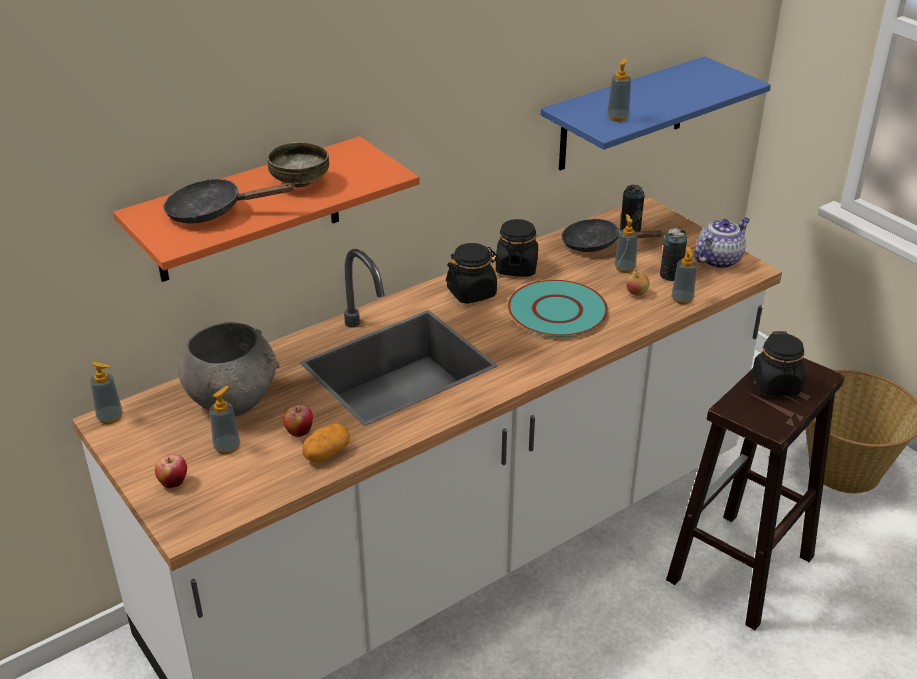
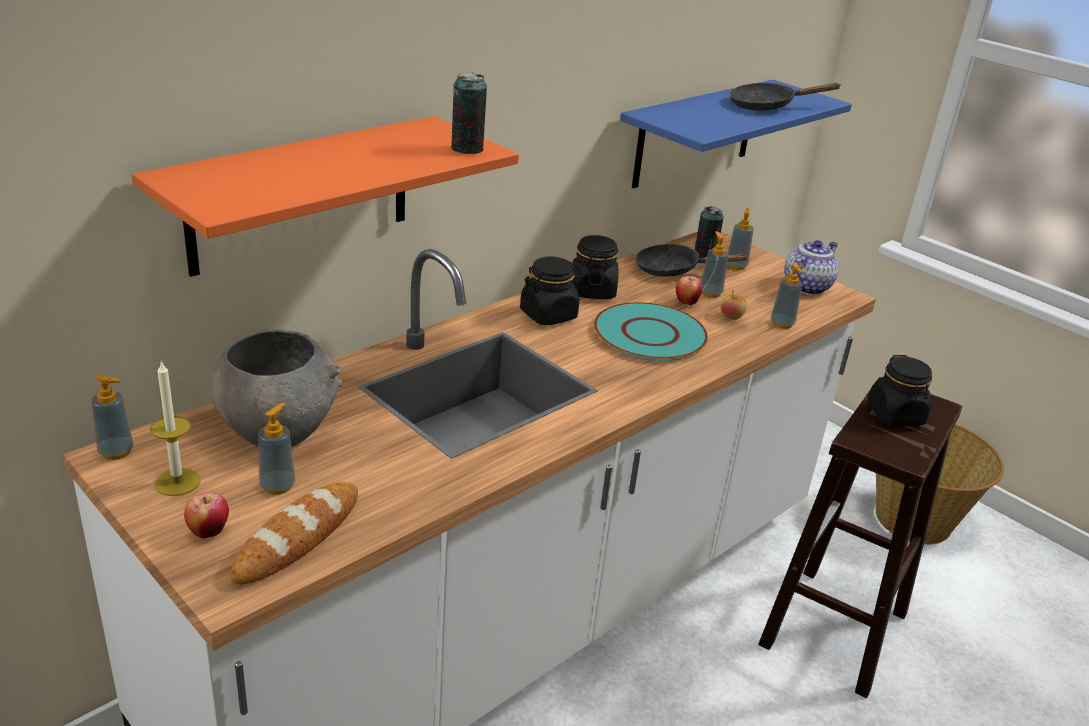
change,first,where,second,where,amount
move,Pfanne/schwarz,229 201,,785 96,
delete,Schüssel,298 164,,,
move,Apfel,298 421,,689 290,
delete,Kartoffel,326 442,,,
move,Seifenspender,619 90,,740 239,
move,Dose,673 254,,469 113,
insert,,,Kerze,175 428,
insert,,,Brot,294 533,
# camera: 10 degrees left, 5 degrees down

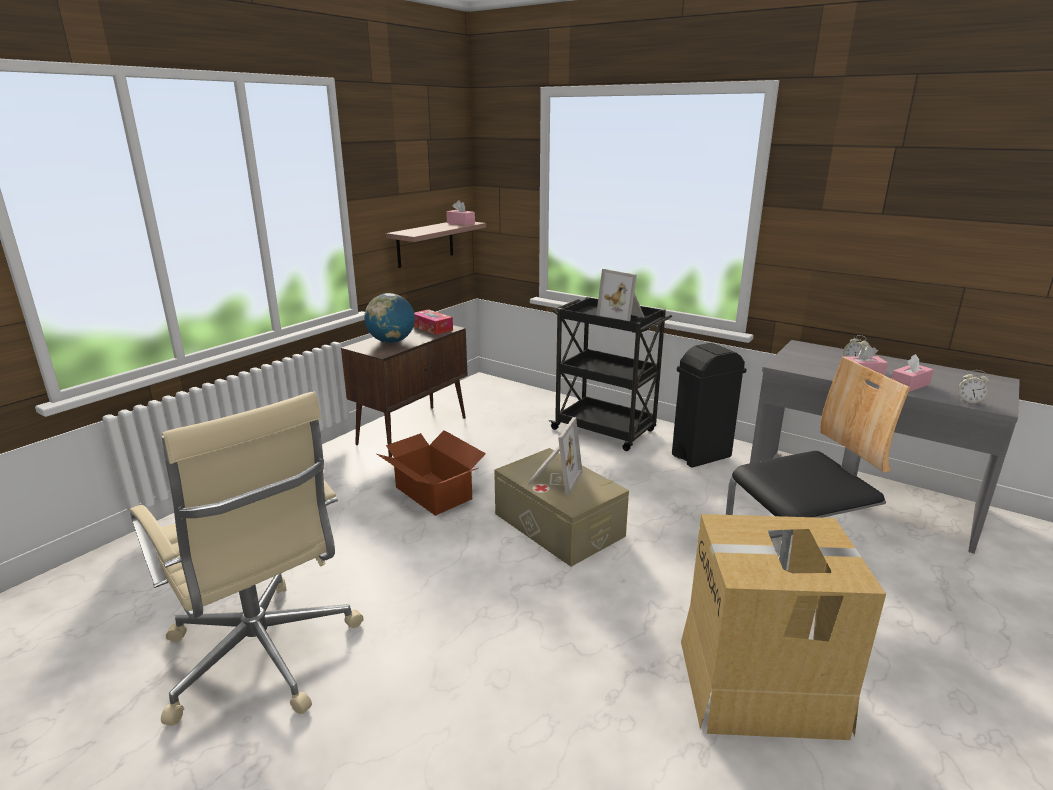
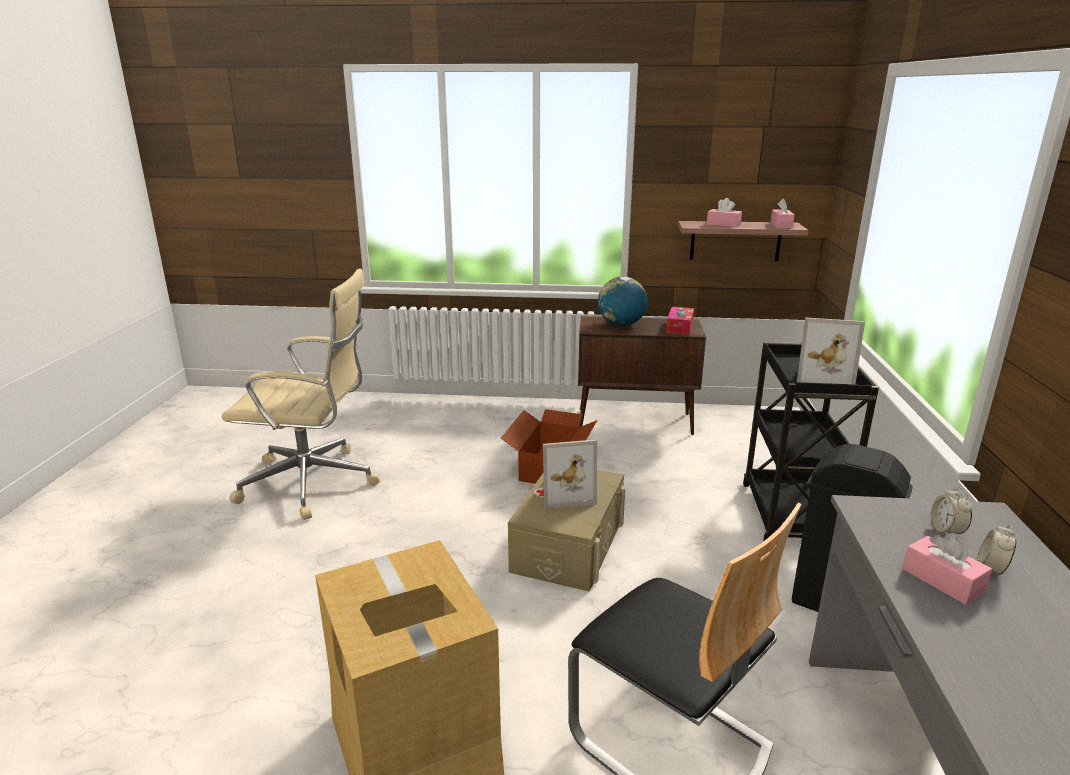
change,first,where,second,where,amount
rotate,Bürostuhl/beige,247 558,,300 394,105 degrees counterclockwise
rotate,Bilderrahmen,620 295,,831 350,90 degrees counterclockwise
move,Taschentuchbox/rosa,912 373,,724 212,
move,Wecker,974 387,,951 511,
# camera: 60 degrees right, 0 degrees up

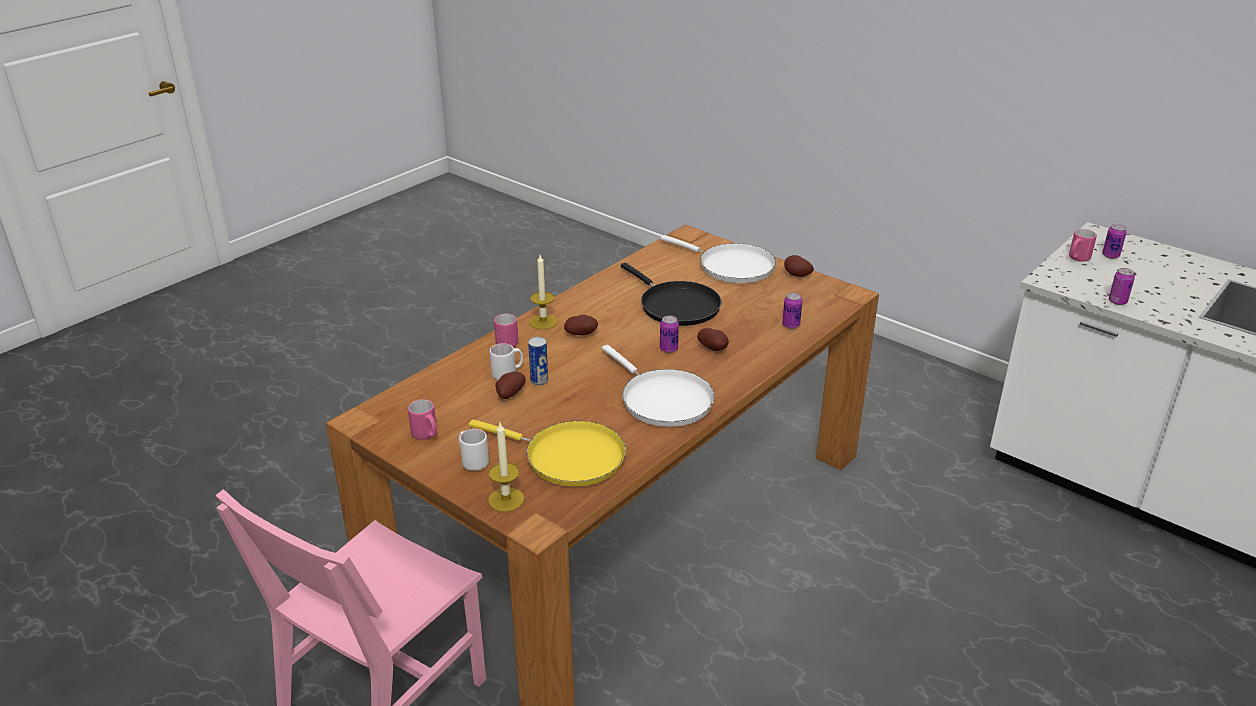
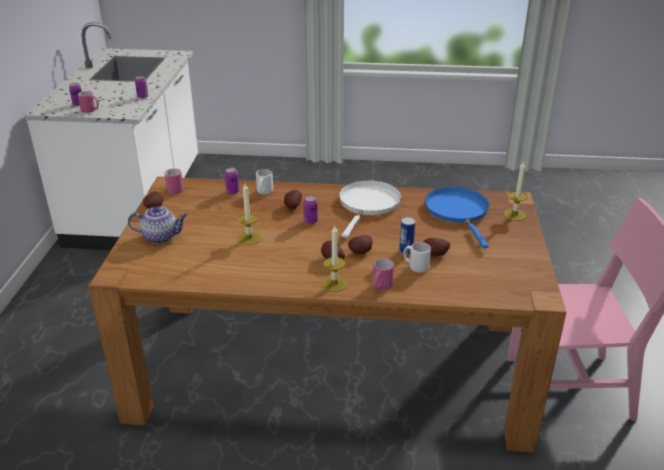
change,first,where,second,where,amount
move,Henkelbecher/rosa,422 419,,174 181,
move,Henkelbecher/weiß,474 450,,264 182,
recolor,Pfanne/gelb,547 453,Pfanne/blau,457 217,
replace,Pfanne/schwarz,671 294,Kerze,249 214,
replace,Pfanne/weiß,718 259,Teekanne,157 224,
insert,,,Kartoffel,360 245,
# camera: 125 degrees left, 0 degrees up

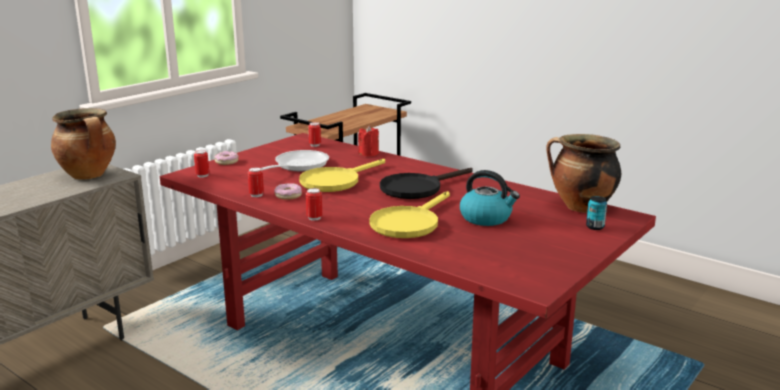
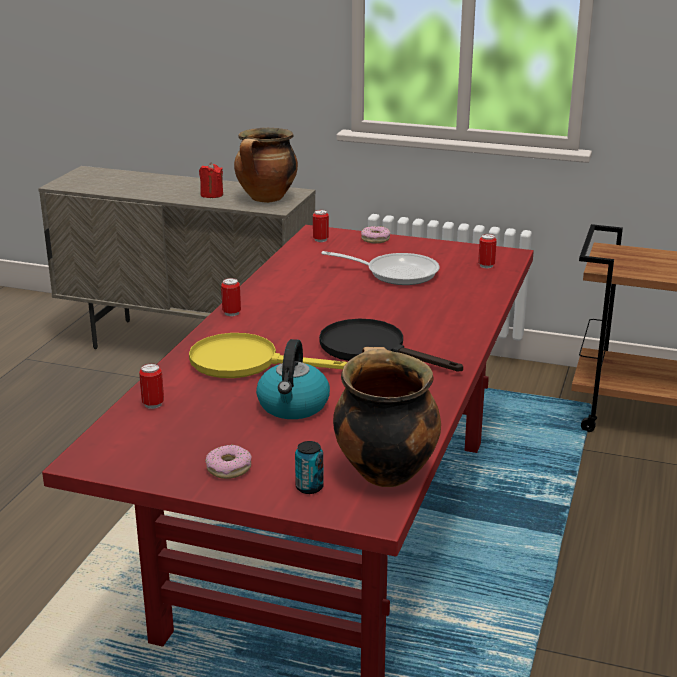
change,first,where,second,where,amount
move,Dose,256 182,,151 386,
move,Donut,288 191,,228 462,
delete,Pfanne/gelb,342 175,,,
move,Kerze/rot,368 141,,211 180,
# camera: 70 degrees right, 5 degrees up

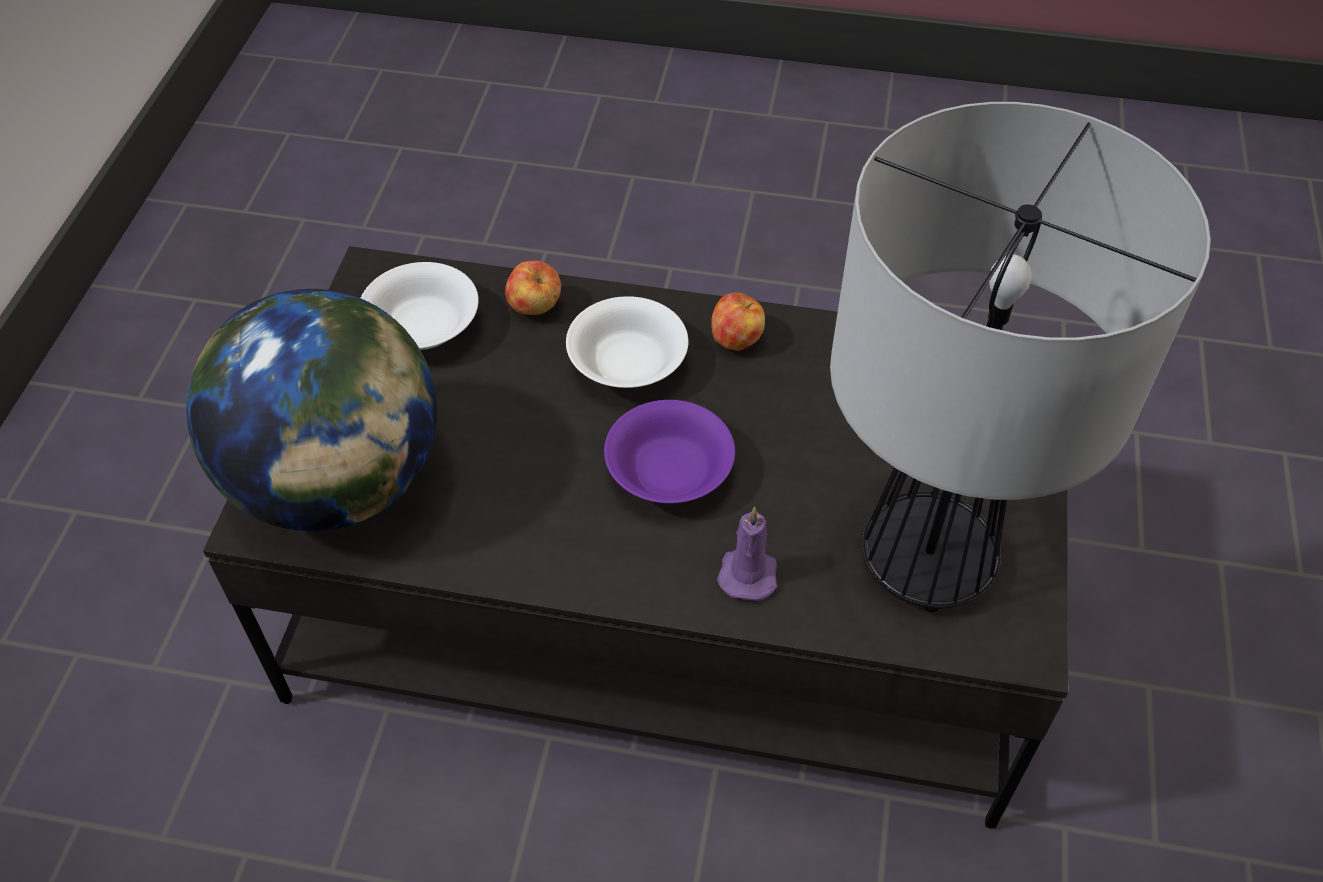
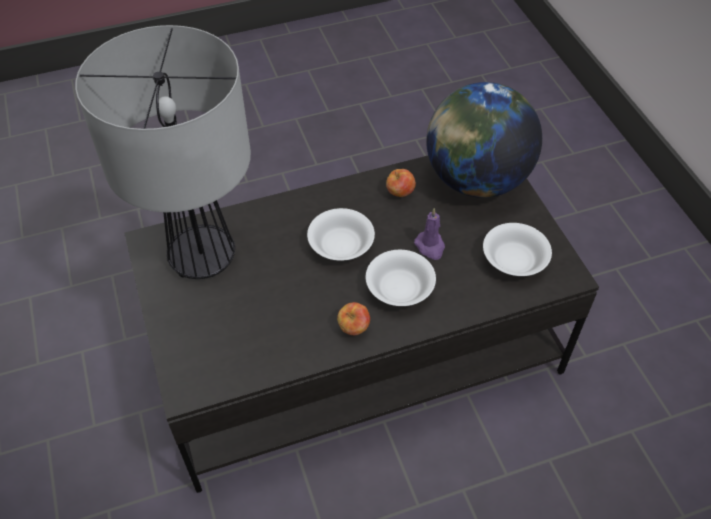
change,first,where,second,where,amount
move,Apfel,533 287,,401 183,
recolor,Schüssel/lila,669 452,Schüssel/weiß,341 234,
move,Kerze/lila,747 554,,429 234,
# camera: 150 degrees right, 0 degrees up

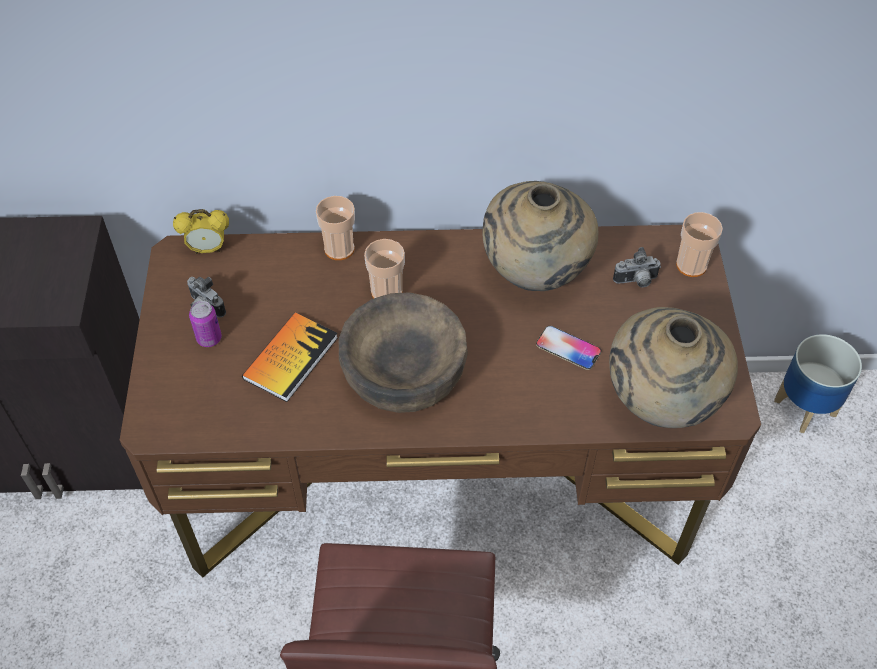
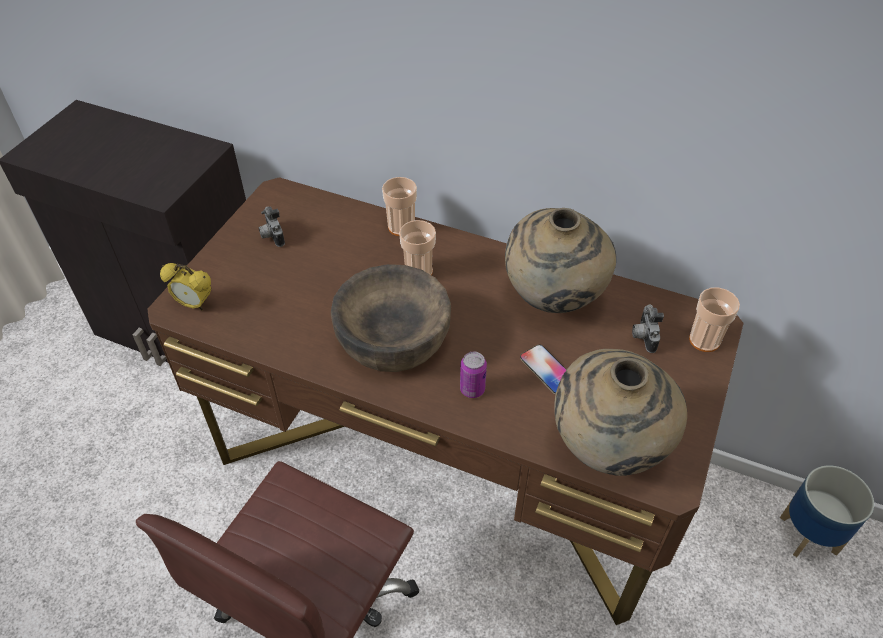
change,first,where,second,where,amount
move,Wecker,201 231,,185 287,
move,Dose,205 324,,473 375,
delete,Buch,290 357,,,
rotate,Kamera,637 267,,648 329,75 degrees clockwise
# camera: 25 degrees right, 5 degrees down

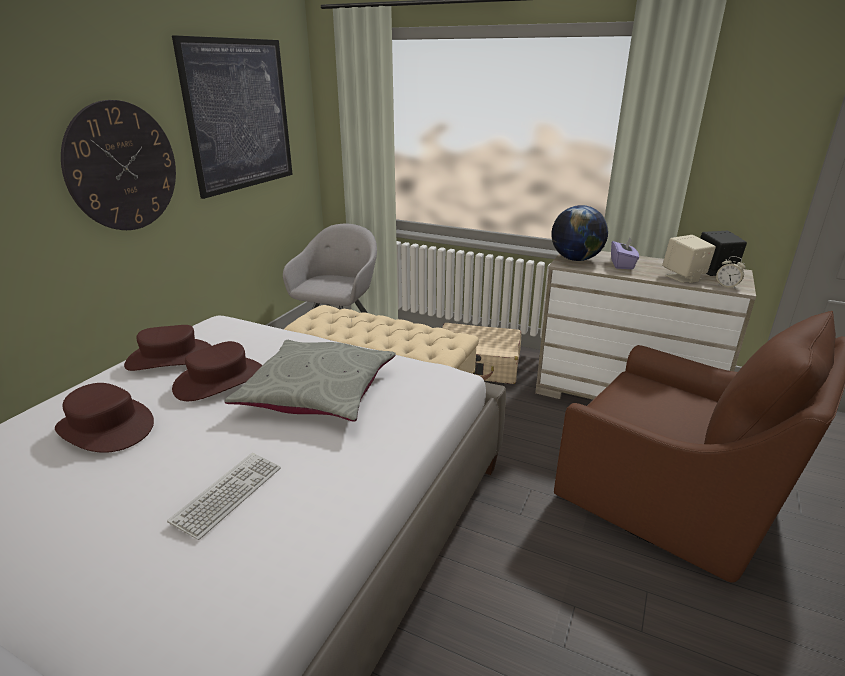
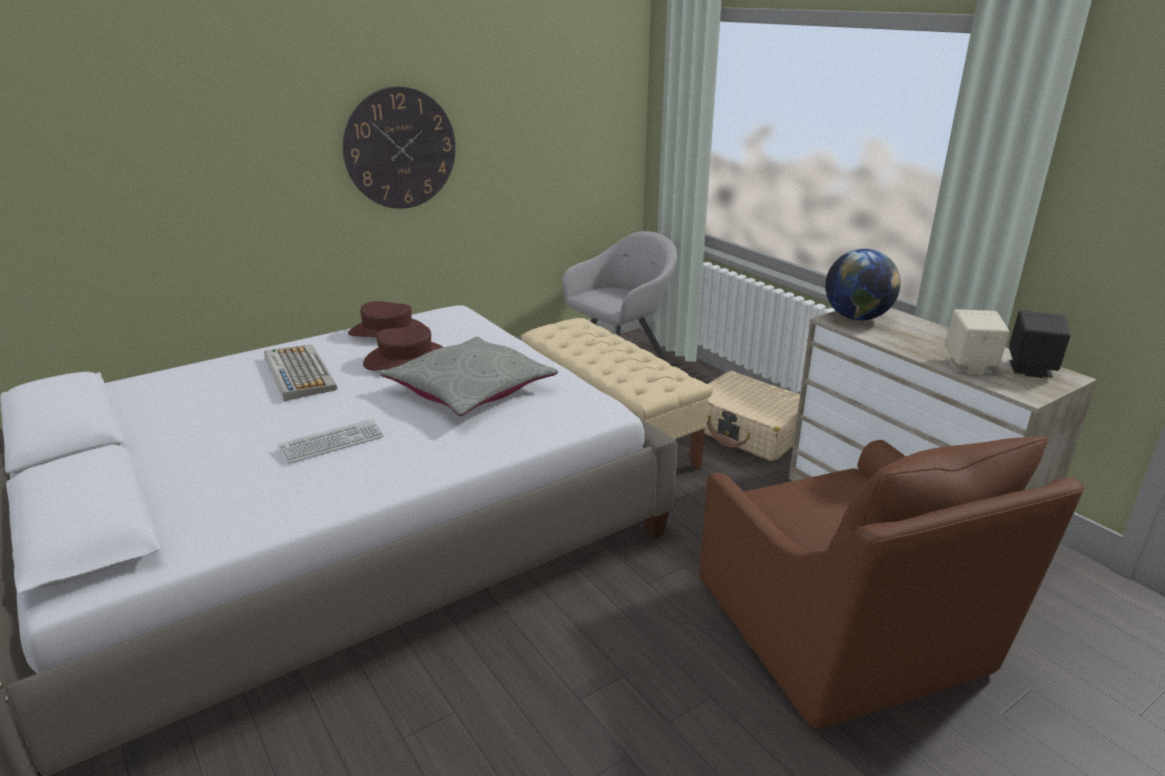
change,first,where,second,where,amount
replace,Hut/braun,104 418,Tastatur,300 373,
delete,Bild,232 117,,,
delete,Taschentuchbox/lila,625 253,,,
delete,Wecker,731 272,,,
# camera: 30 degrees right, 0 degrees up

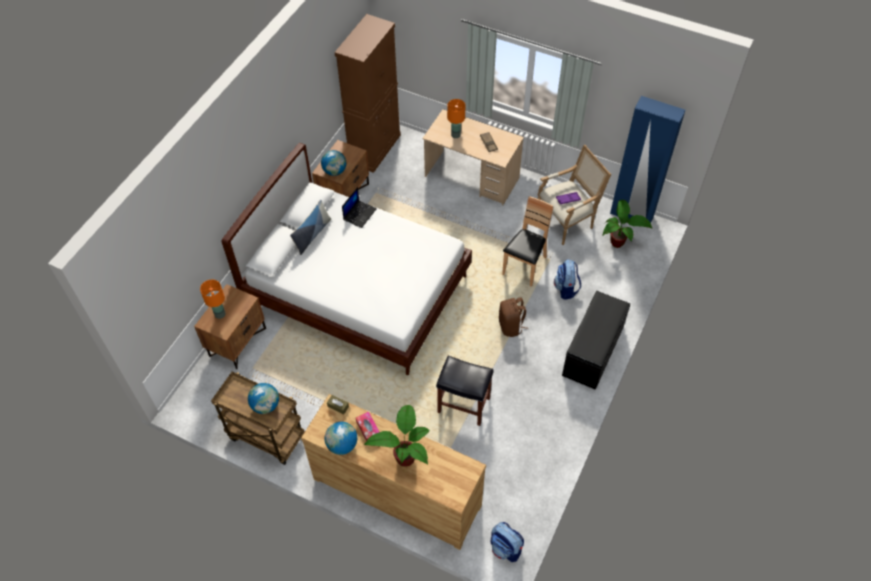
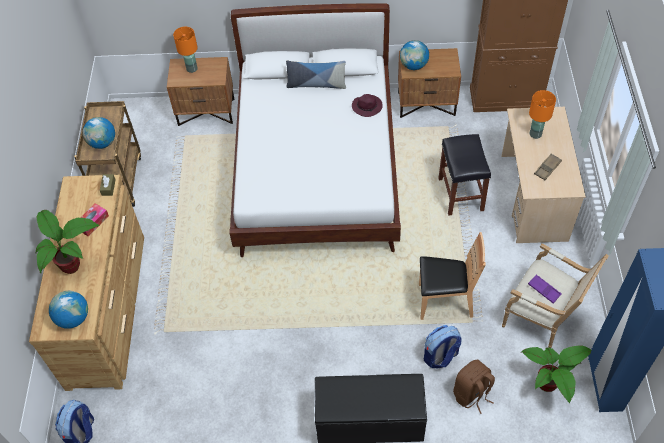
change,first,where,second,where,amount
move,Globus,341 438,,68 310,
replace,Laptop,359 207,Hut/lila,367 105,
move,Hocker/schwarz,465 391,,464 175,
move,Rucksack/braun,513 317,,474 387,
# camera: 65 degrees right, 0 degrees up

